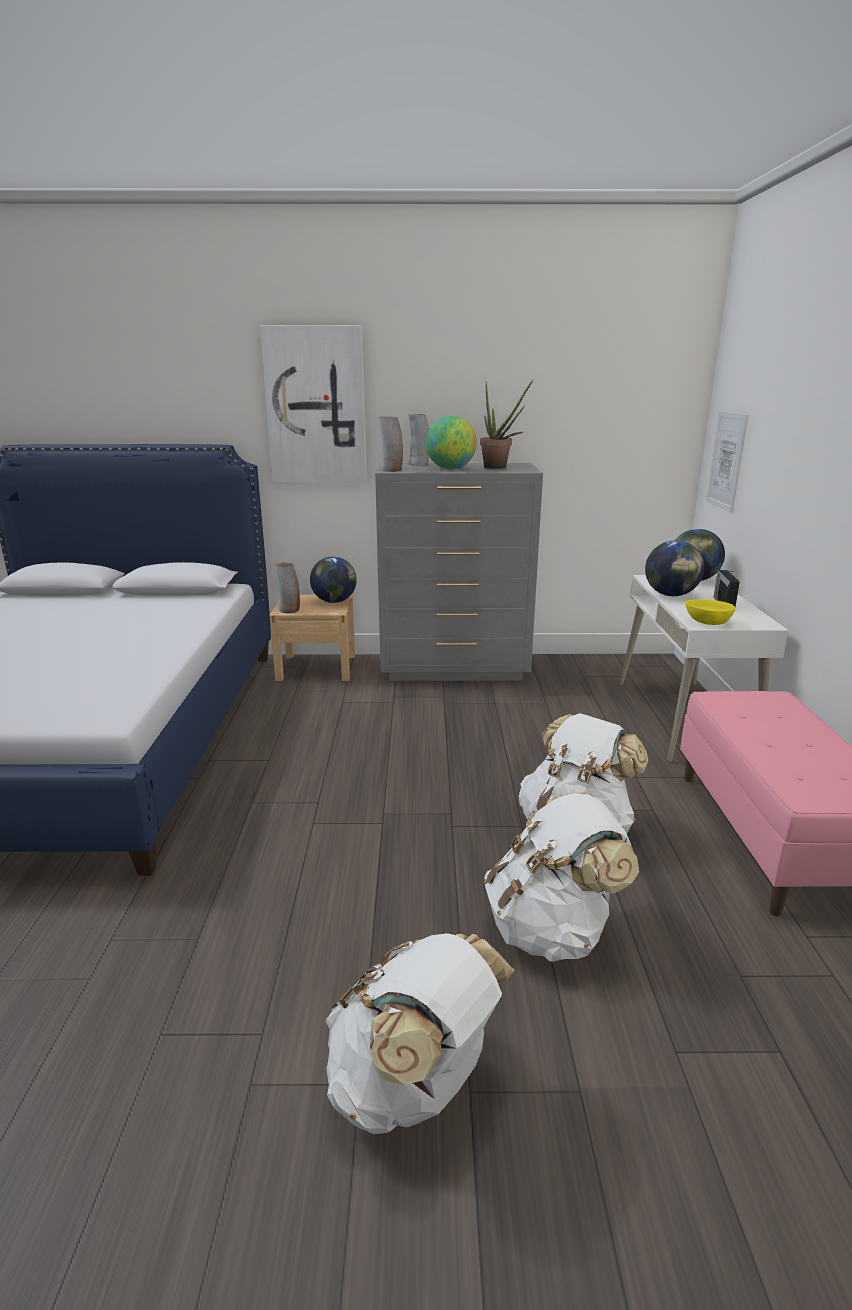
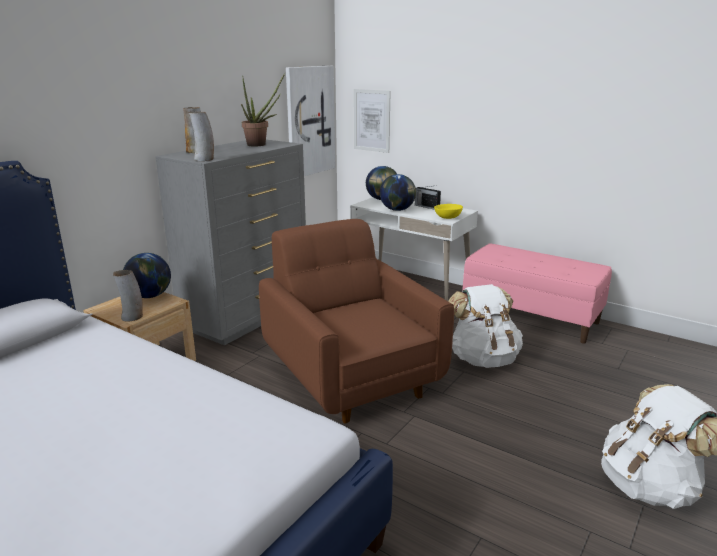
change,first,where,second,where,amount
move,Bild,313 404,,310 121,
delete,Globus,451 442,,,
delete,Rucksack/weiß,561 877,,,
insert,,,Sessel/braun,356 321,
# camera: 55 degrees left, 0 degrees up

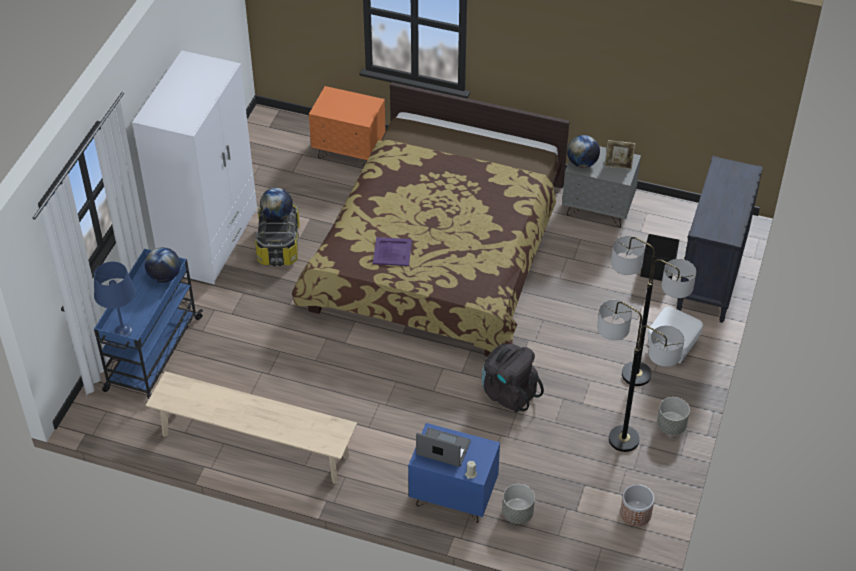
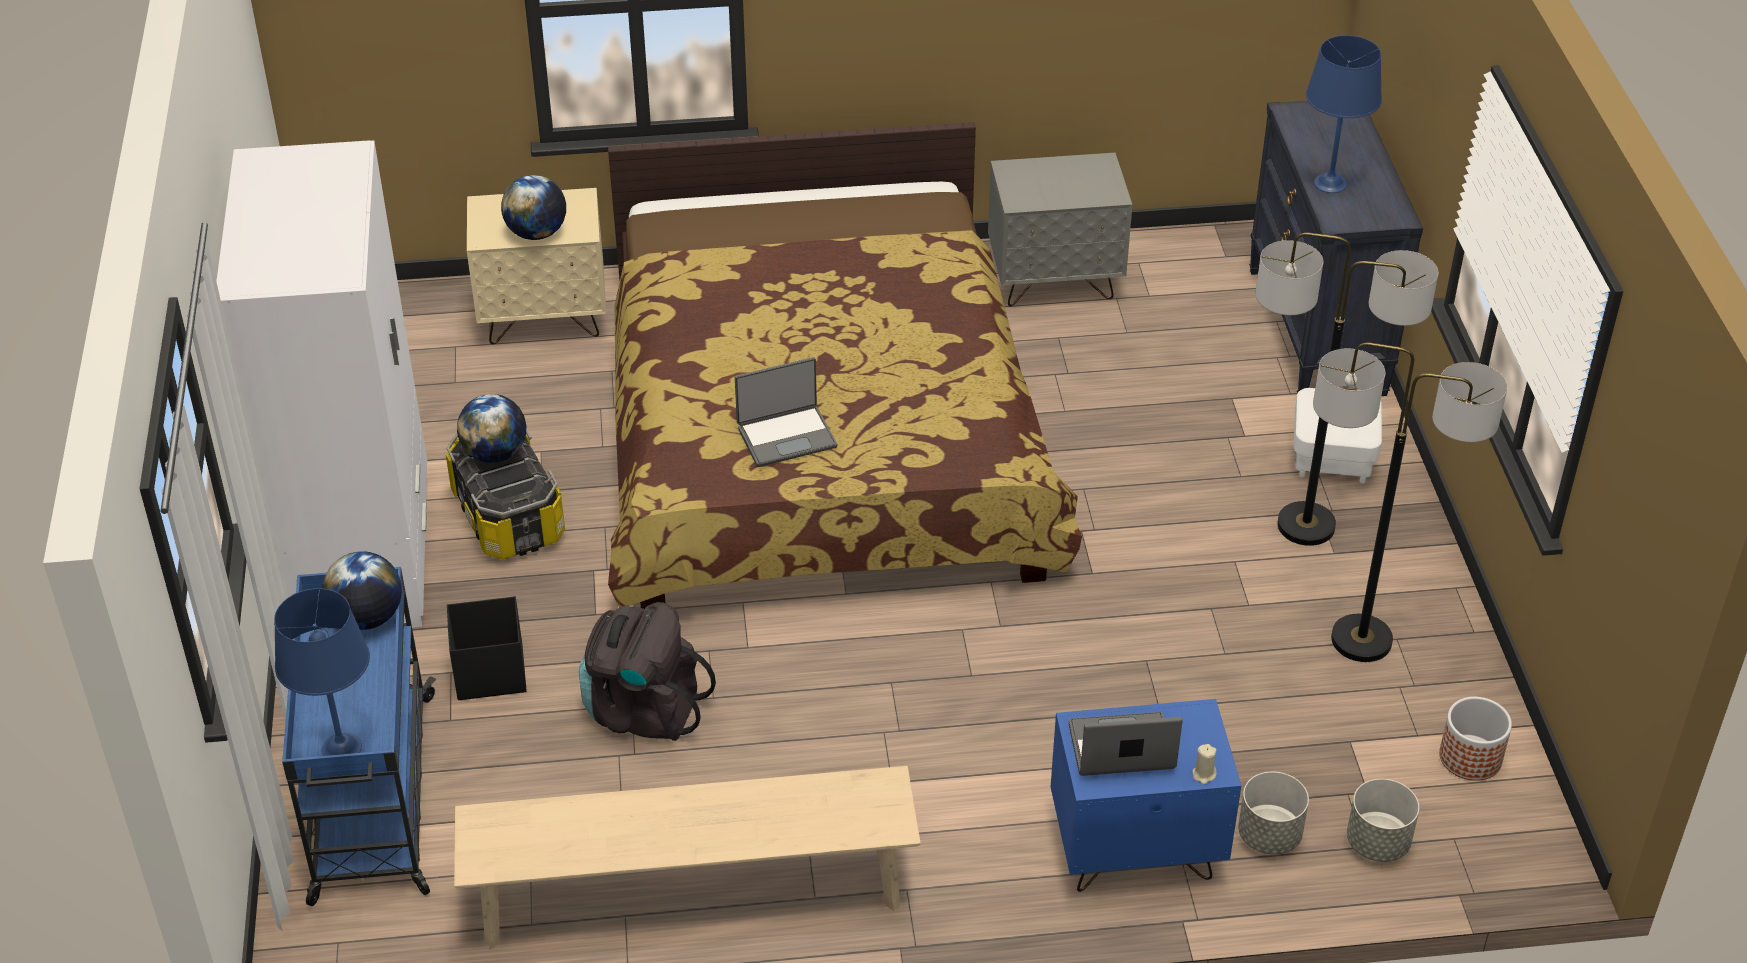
change,first,where,second,where,amount
recolor,Nachttisch/orange,347 126,Nachttisch/beige,536 266,
replace,Tablett/lila,392 251,Laptop,786 412,
move,Rucksack/schwarz,513 378,,647 671,
move,Globus,583 151,,533 207,
delete,Bilderrahmen,620 154,,,
move,Aufbewahrungsbox/schwarz,659 257,,487 648,
move,Pflanzkübel/grau,673 416,,1383 820,
insert,,,Tischlampe/blau,1344 114,
# camera: 25 degrees left, 5 degrees down

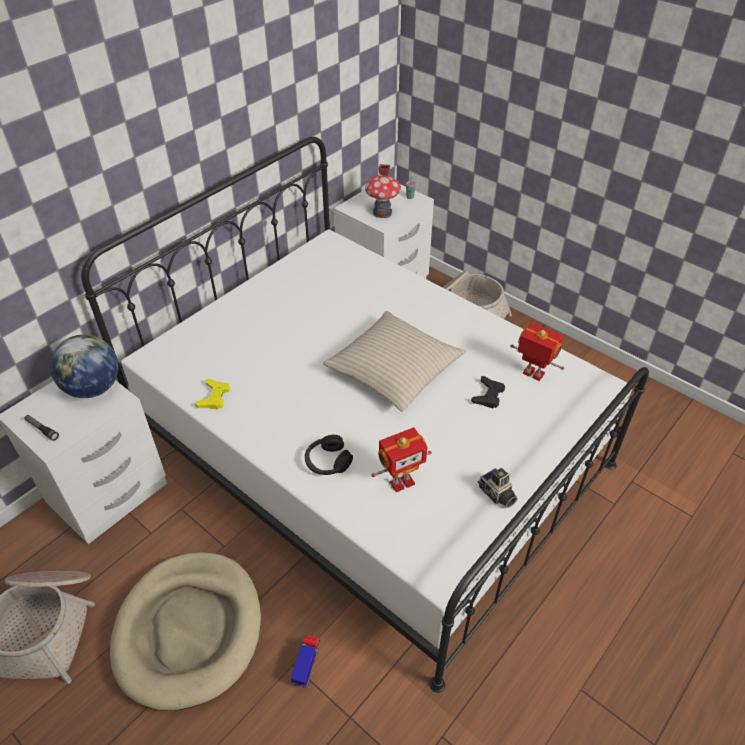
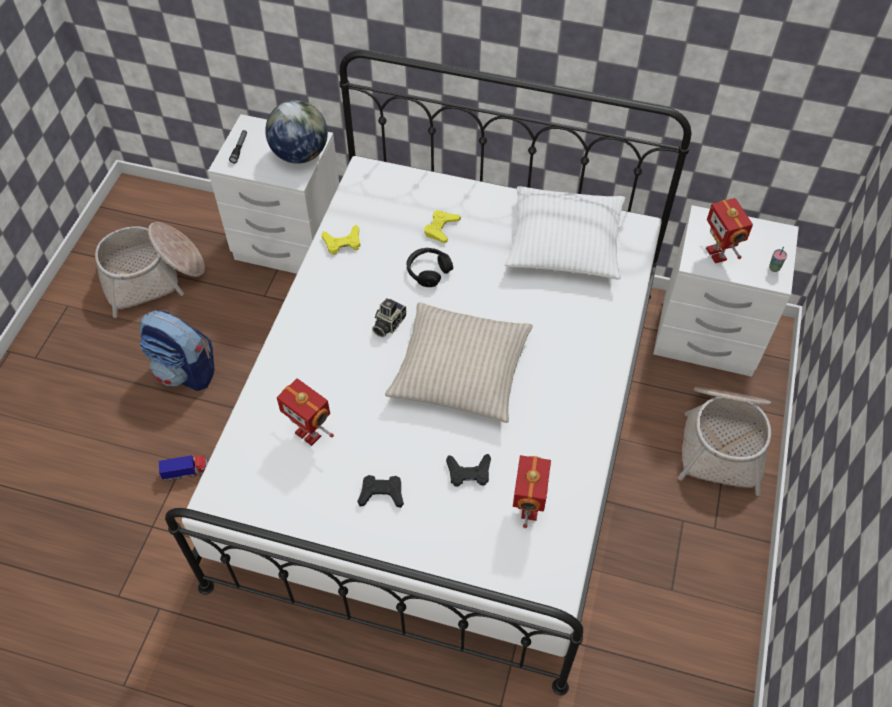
change,first,where,second,where,amount
replace,Hundebett/beige,185 631,Rucksack,177 350,
move,Kopfhörer/schwarz,329 455,,430 267,
replace,Spielzeughaus,383 191,Spielzeugroboter,729 230,
move,Kamera,498 488,,389 317,
insert,,,Gamepad/schwarz,381 491,
insert,,,Gamepad/gelb,442 226,
insert,,,Kissen/weiß,565 232,
# camera: 65 degrees right, 10 degrees up

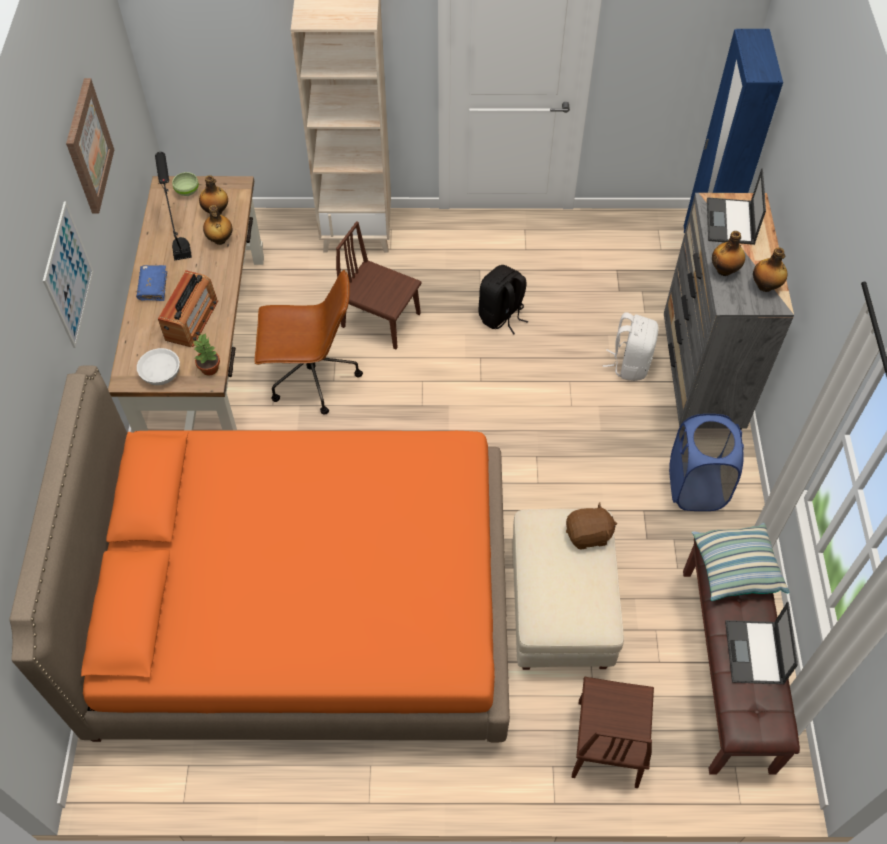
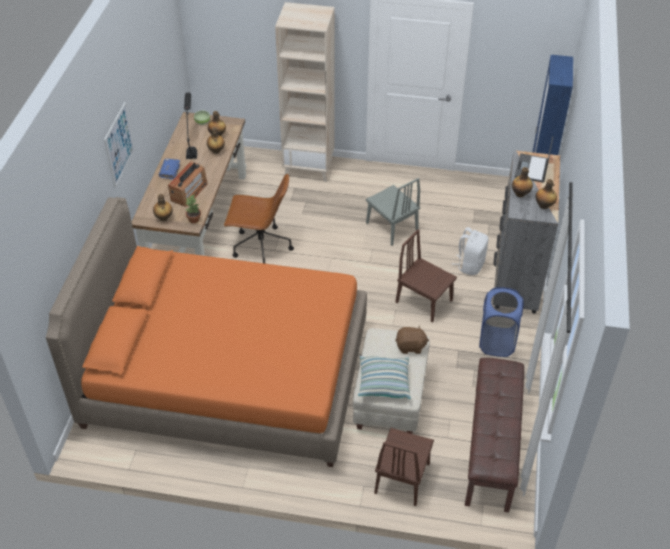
change,first,where,second,where,amount
delete,Bild,90 146,,,
replace,Schüssel/weiß,158 366,Flasche,163 207,
move,Stuhl/braun,379 285,,426 276,
replace,Rucksack/schwarz,503 300,Stuhl/grau,393 212,
move,Kissen,740 562,,384 377,
delete,Laptop,761 642,,,
# camera: 10 degrees right, 10 degrees down

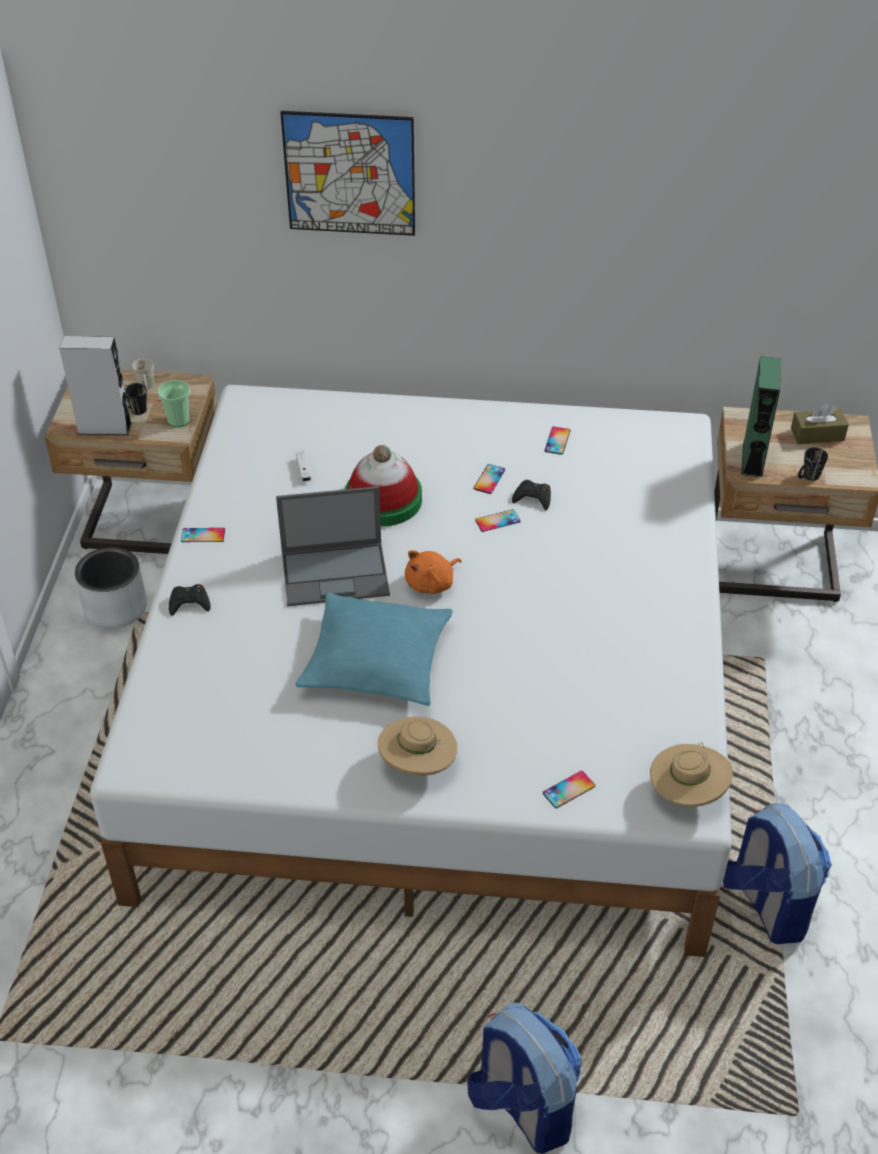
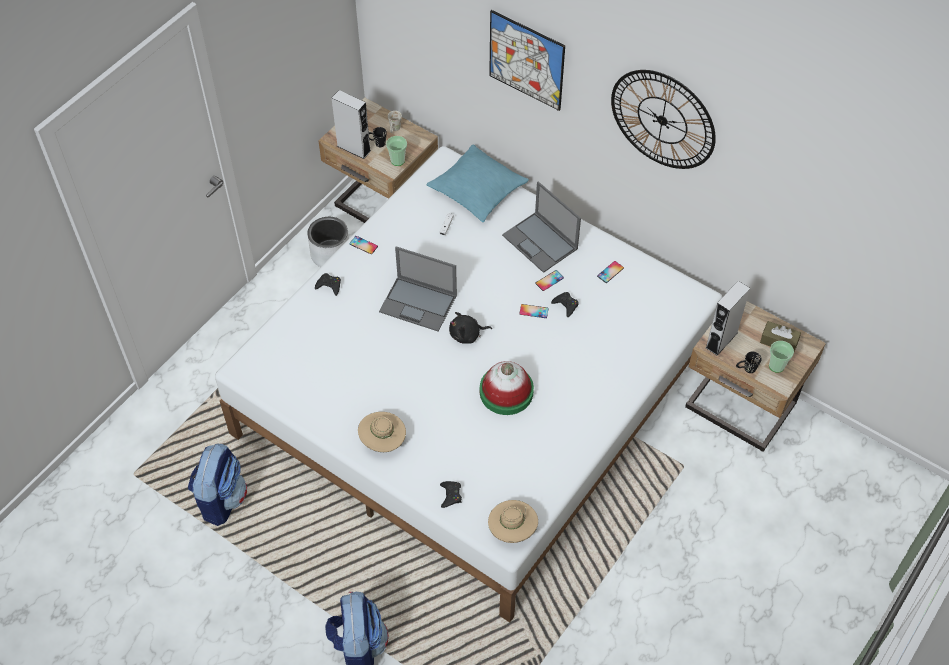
change,first,where,second,where,amount
move,Kissen/türkis,374 649,,478 183,
move,Hut,383 485,,507 388,
recolor,Plüschtier/orange,433 572,Plüschtier/schwarz,470 328,
replace,Handy,569 789,Gamepad/schwarz,451 494,
move,Rucksack,777 873,,217 484,
recolor,Lautsprecher/grün,761 416,Lautsprecher/grau,728 318,
insert,,,Laptop,541 227,
insert,,,Wanduhr,663 119,
insert,,,Tasse,781 357,
# camera: 30 degrees right, 10 degrees up

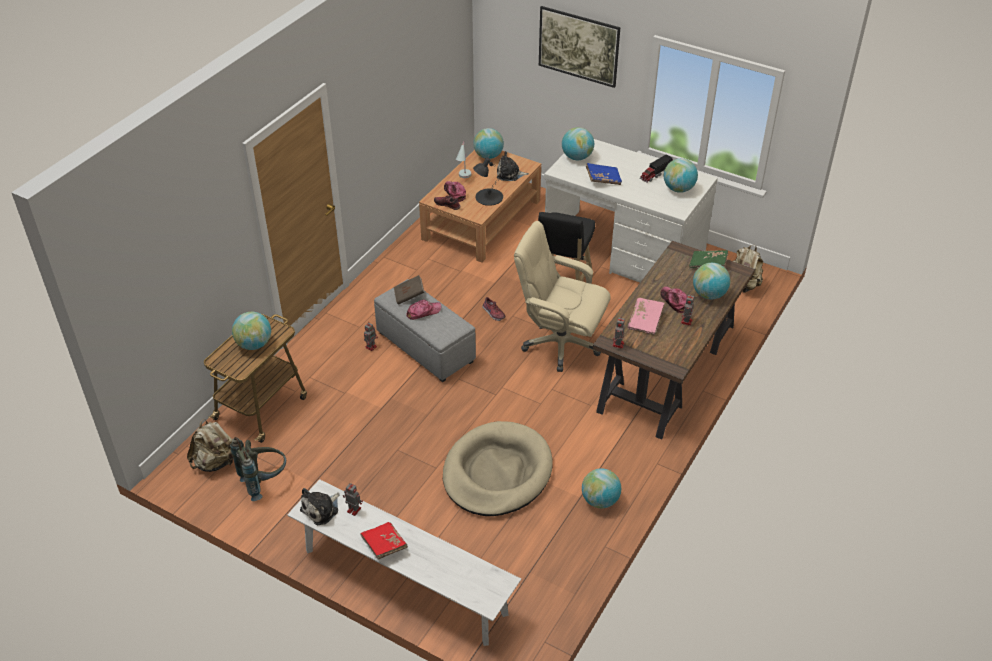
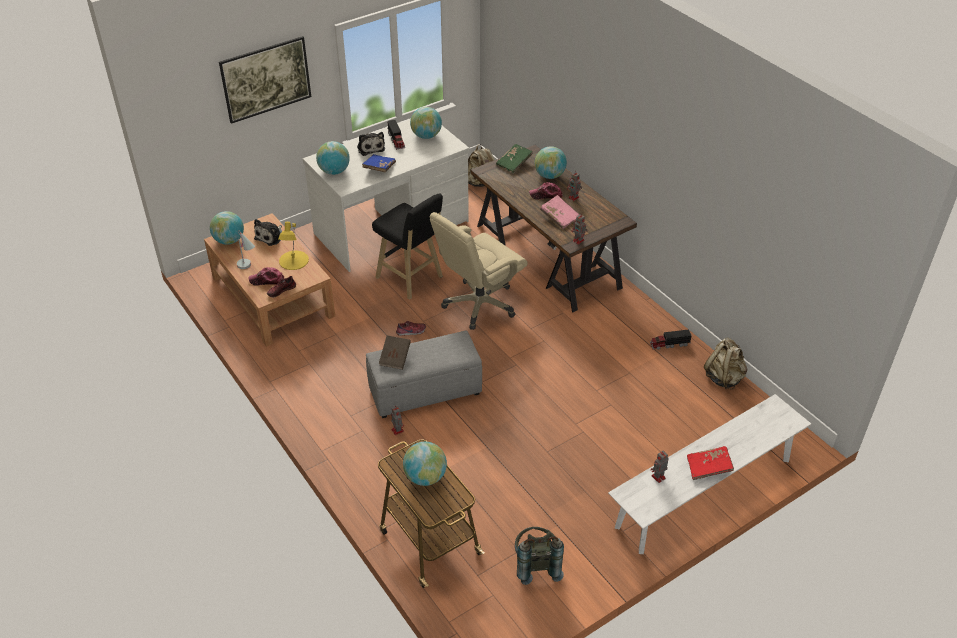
change,first,where,second,where,amount
move,Rucksack/beige,210 445,,726 363,
move,Plüschtier,319 506,,371 144,
delete,Kappe,423 310,,,
delete,Hundebett/beige,498 468,,,
recolor,Tischlampe/schwarz,490 182,Tischlampe/gelb,293 246,
replace,Globus,601 488,Spielzeuglaster,671 339,
# camera: 65 degrees left, 0 degrees up

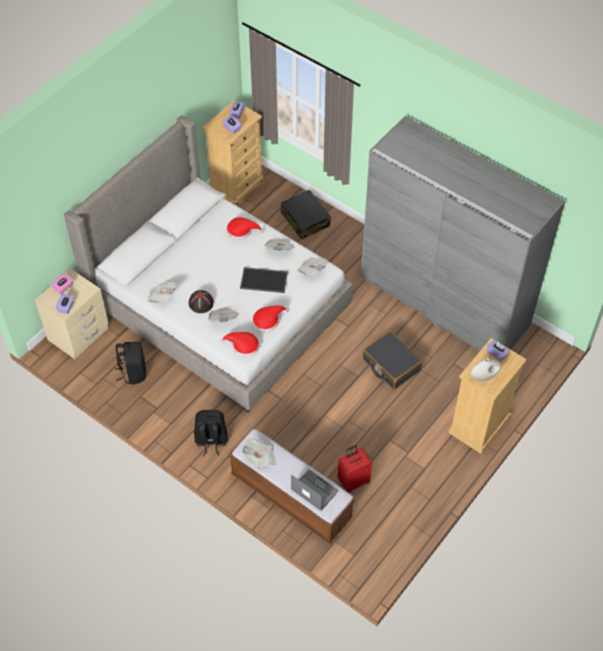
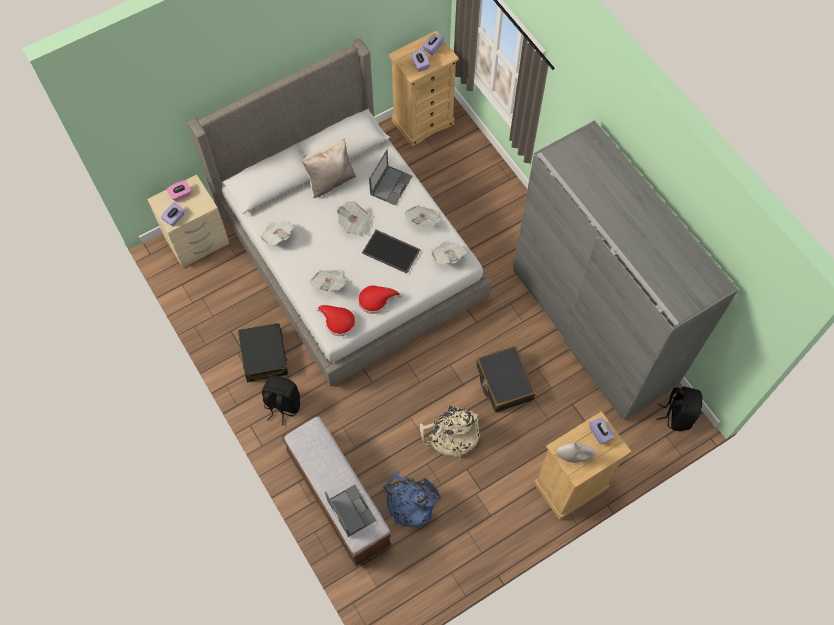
change,first,where,second,where,amount
move,Rucksack/schwarz,130 363,,679 408,
delete,Hut/schwarz,201 301,,,
replace,Hut/rot,245 228,Laptop,390 178,
move,Zeitung,259 453,,354 218,
move,Koffer/schwarz,306 215,,263 352,
replace,Koffer/rot,354 469,Rucksack/blau,412 499,
insert,,,Kissen/beige,329 168,
insert,,,Rucksack/beige,450 432,
# camera: 20 degrees right, 10 degrees up

